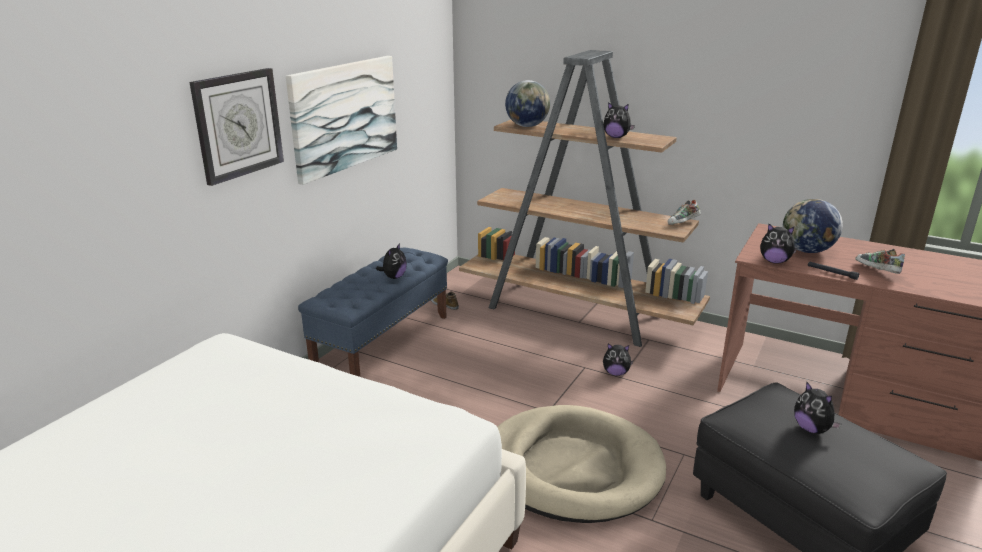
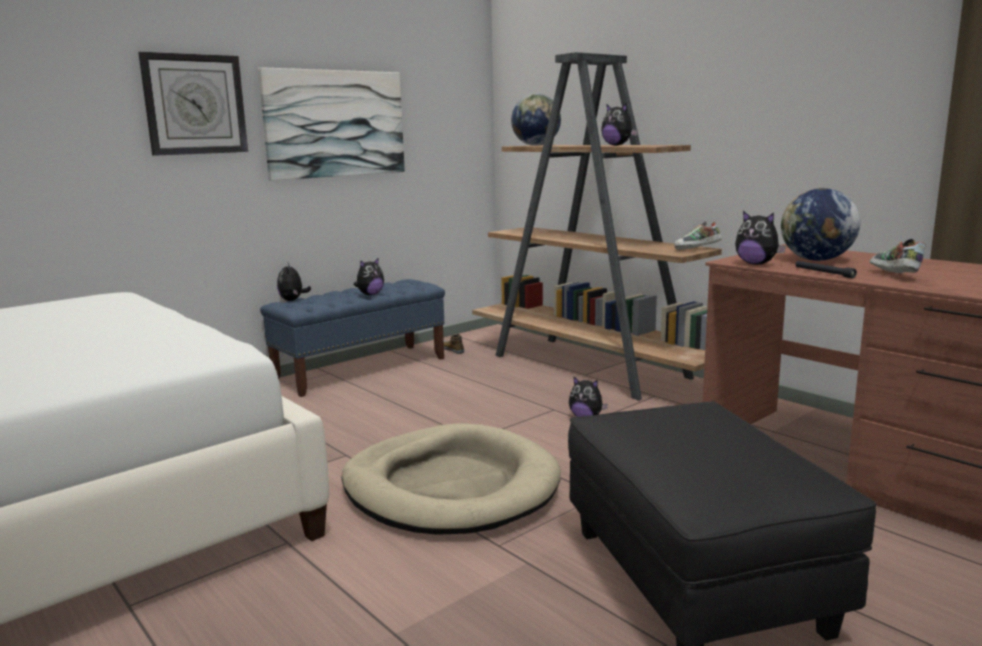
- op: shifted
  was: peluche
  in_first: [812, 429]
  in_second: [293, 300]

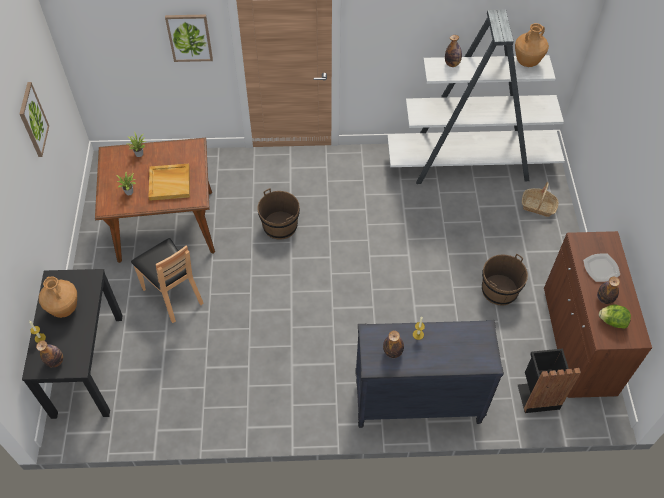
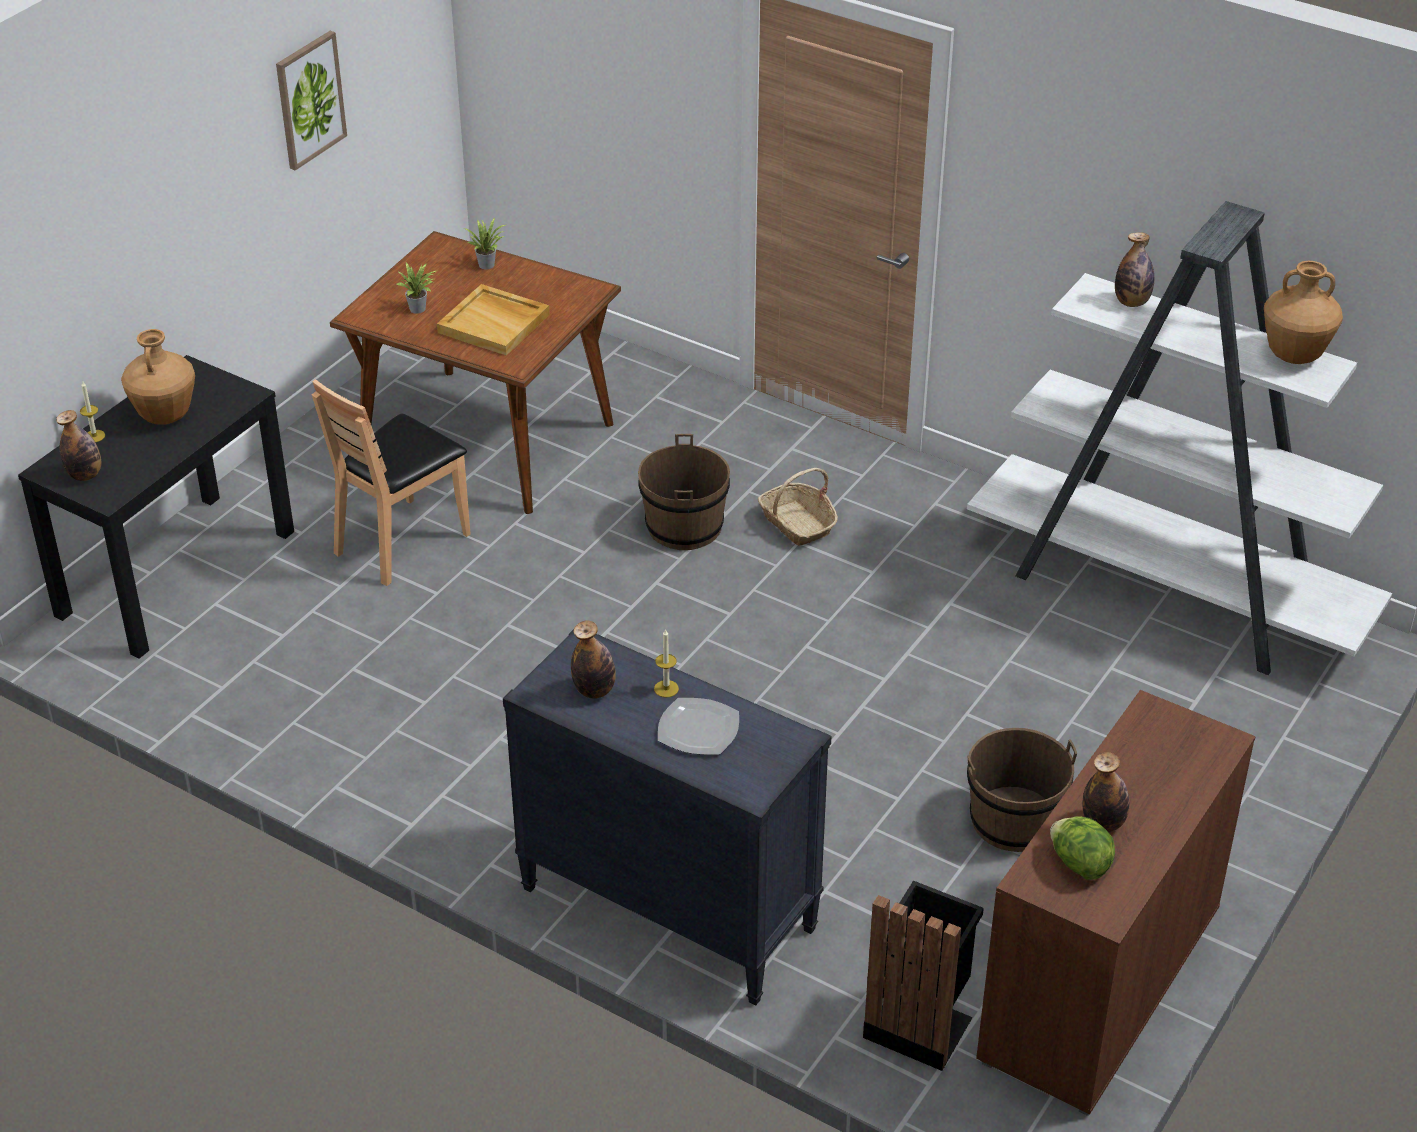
- op: gone
  was: cuadro
  in_first: [189, 37]
- op: shifted
  was: cesta
  in_first: [538, 206]
  in_second: [797, 523]
- op: rotated
  was: silla/marrón
  in_first: [173, 295]
  in_second: [402, 542]
  clockwise: 45
- op: shifted
  was: plato
  in_first: [601, 268]
  in_second: [699, 730]

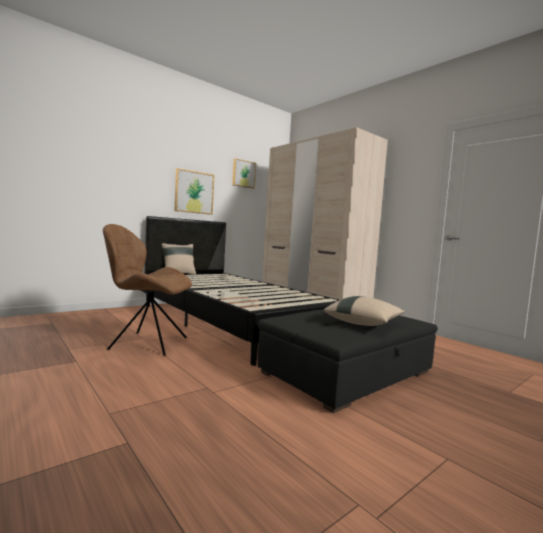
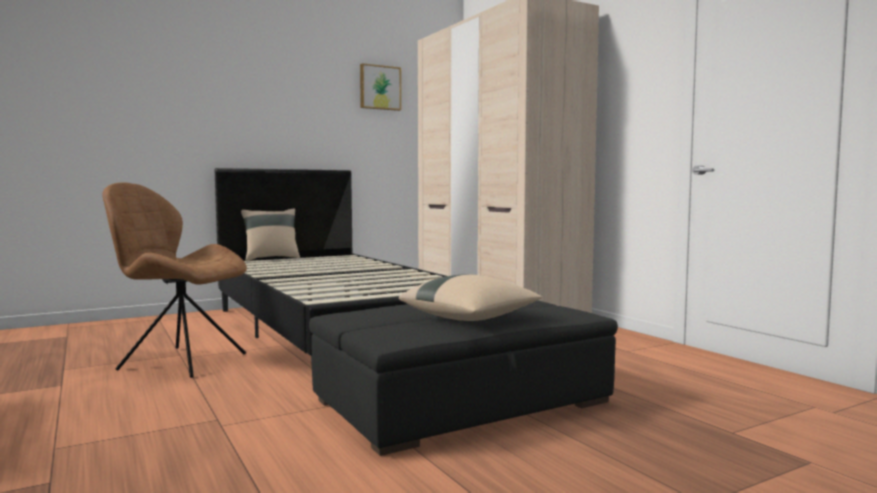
- op: gone
  was: cuadro
  in_first: [194, 192]

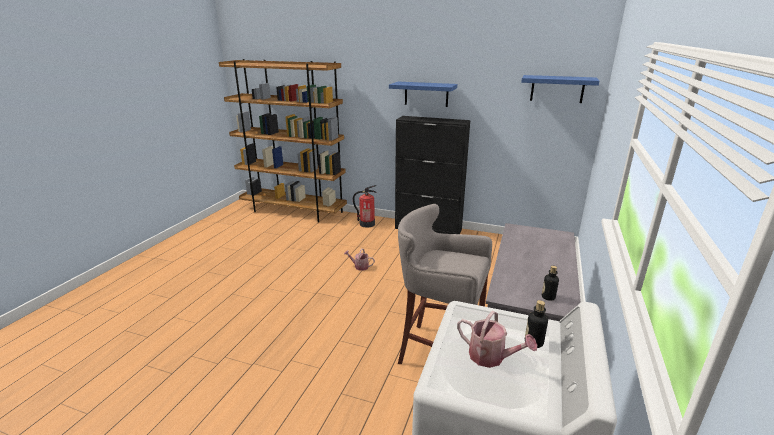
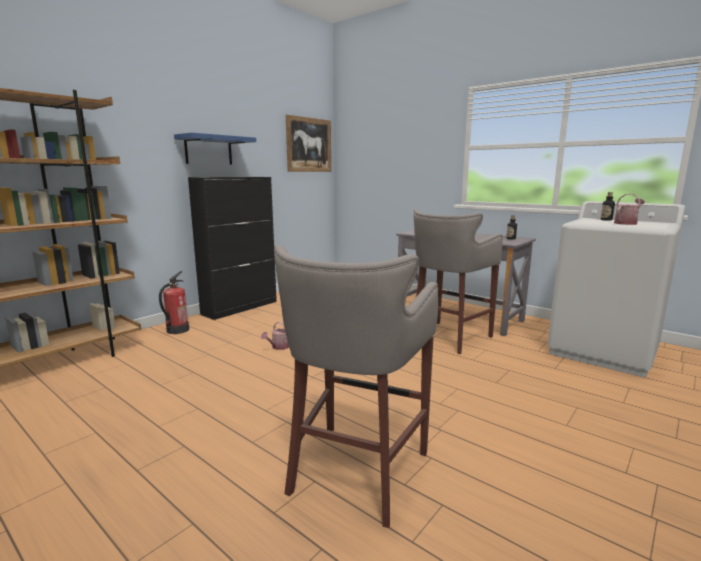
- op: swapped
  was: estante/azul
  now: cuadro
  in_first: [557, 89]
  in_second: [309, 145]
- op: new
  now: taburete/gris
  in_second: [356, 473]

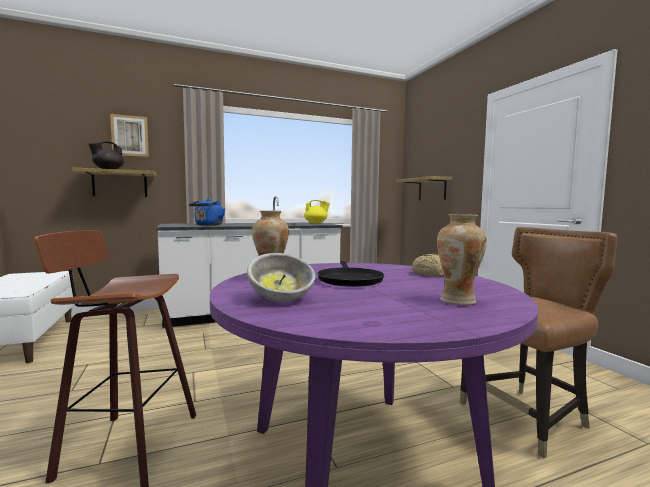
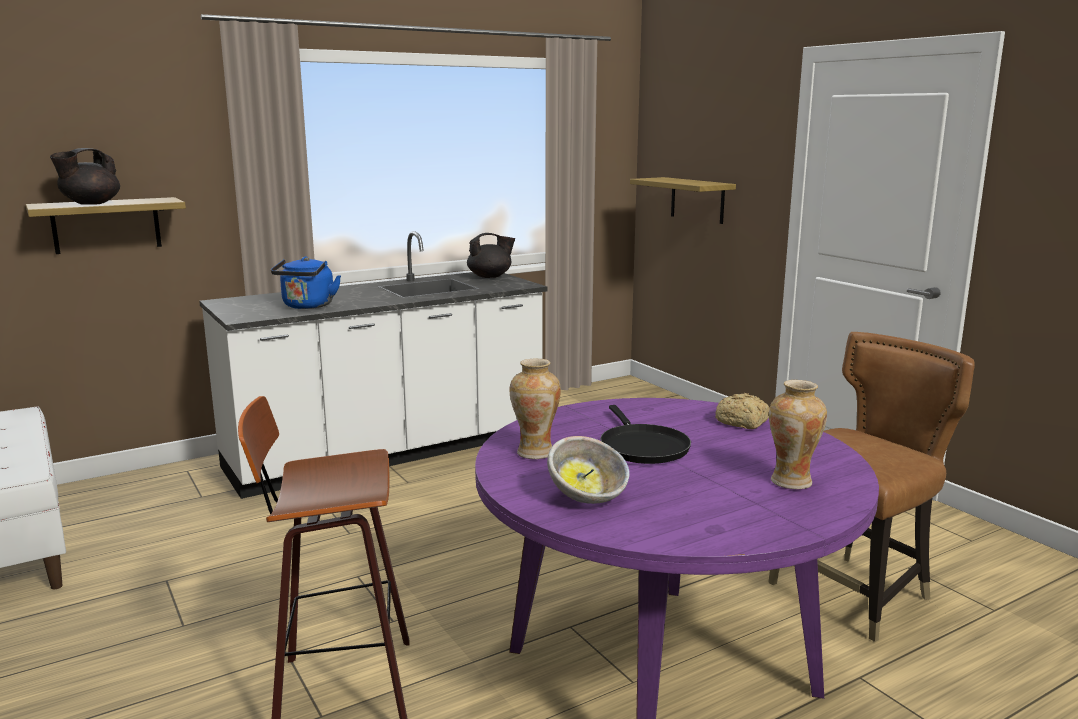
- op: gone
  was: cuadro
  in_first: [130, 136]
- op: repainted
  was: tetera/amarillo
  now: tetera/negro
  in_first: [316, 223]
  in_second: [490, 276]

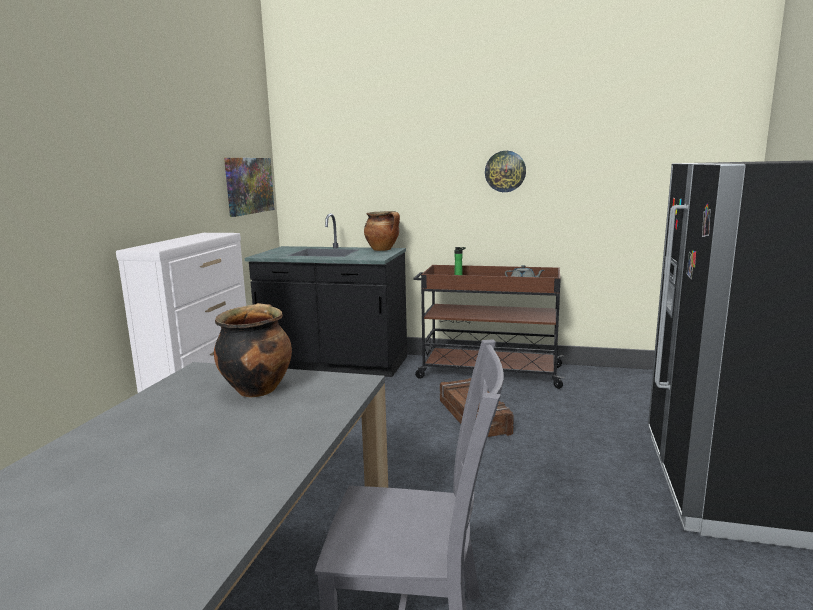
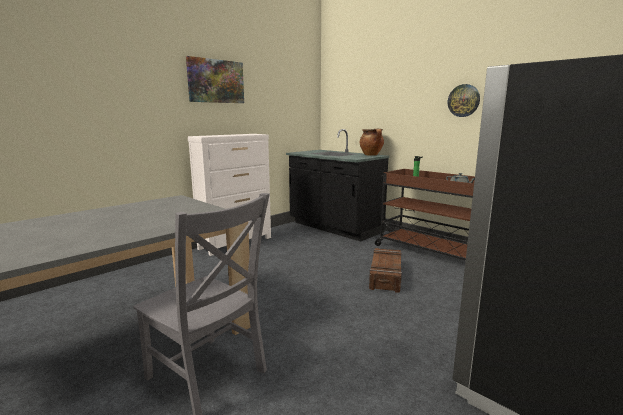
- op: shifted
  was: cuadro
  in_first: [249, 185]
  in_second: [216, 81]
- op: gone
  was: olla
  in_first: [257, 389]

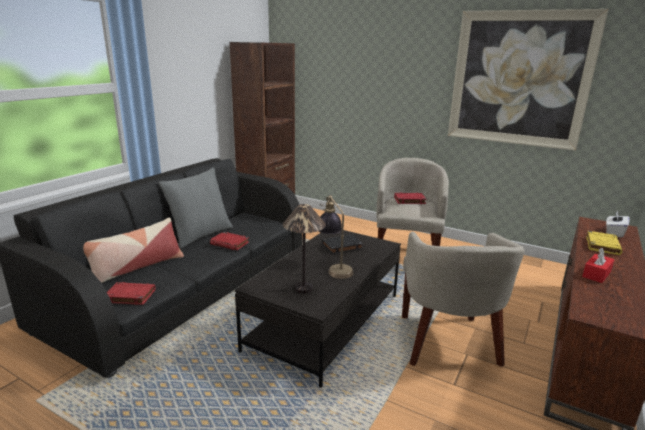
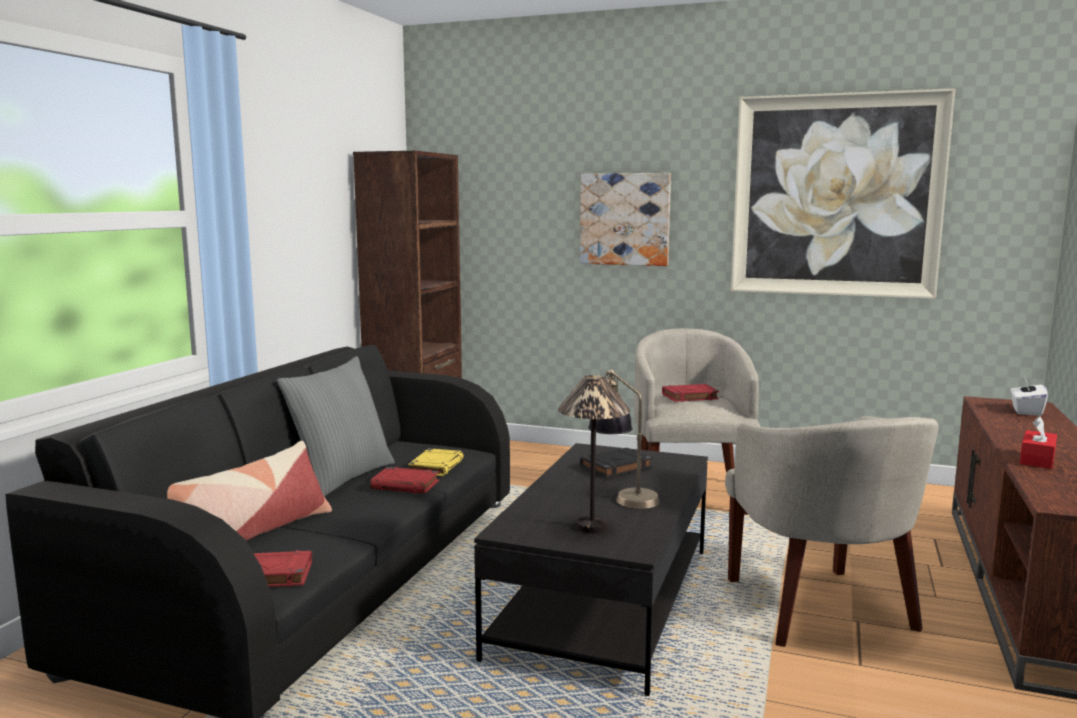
- op: shifted
  was: libro/amarillo
  in_first: [602, 245]
  in_second: [436, 466]
- op: new
  now: cuadro
  in_second: [625, 219]

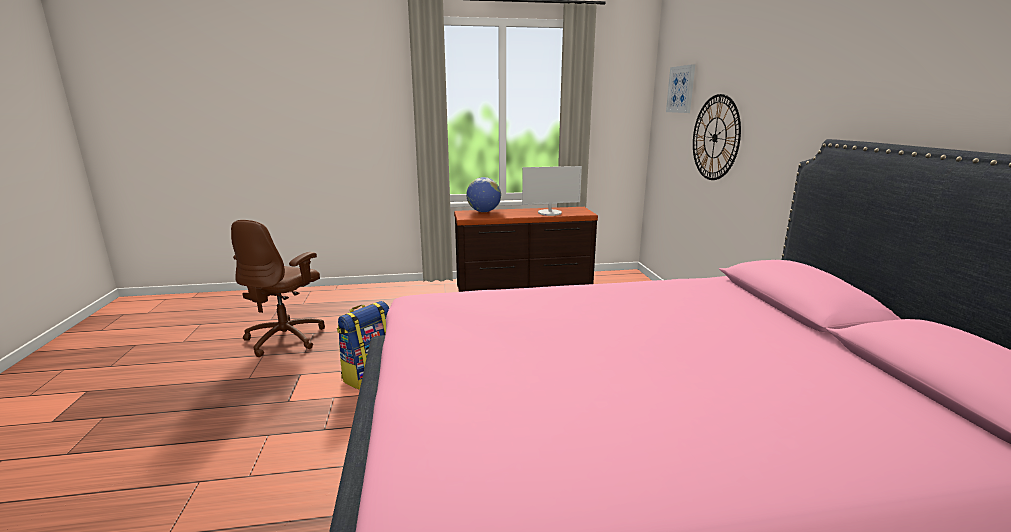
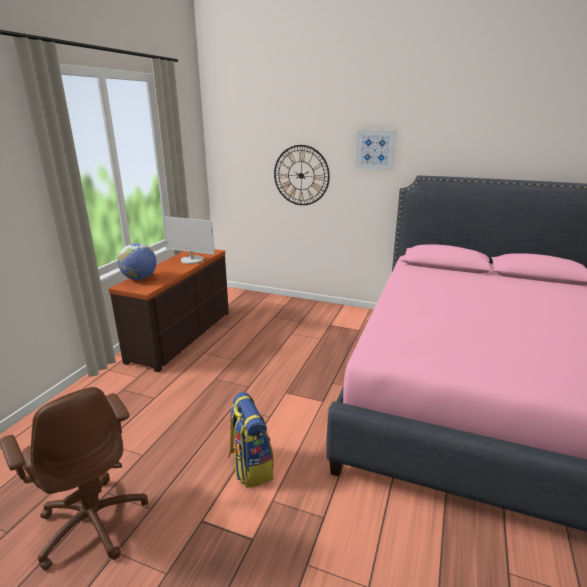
- op: shifted
  was: cuadro
  in_first: [681, 89]
  in_second: [375, 149]
- op: rotated
  was: monitor
  in_first: [550, 213]
  in_second: [192, 260]
  clockwise: 90

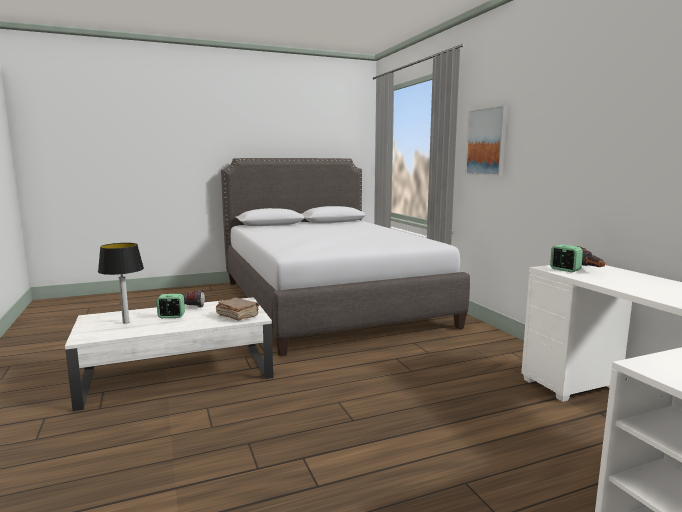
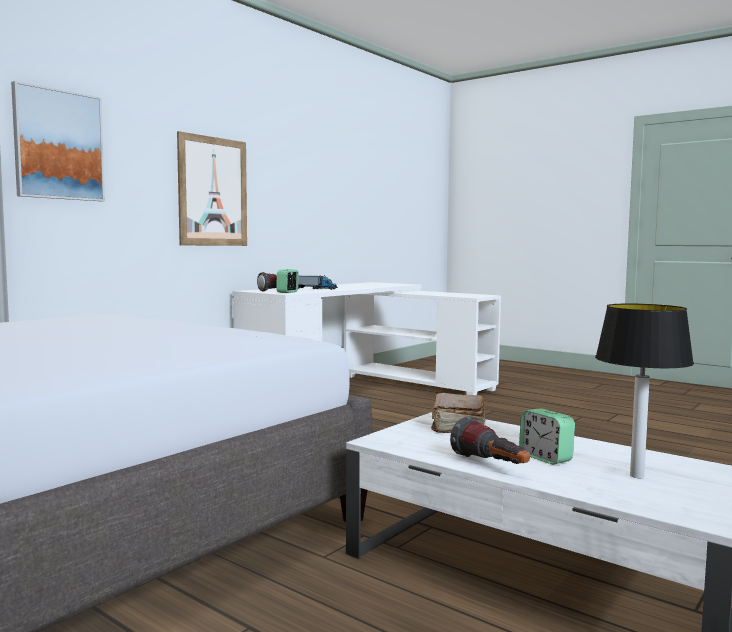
- op: new
  now: cuadro
  in_second: [213, 192]
- op: new
  now: camión de juguete
  in_second: [314, 288]

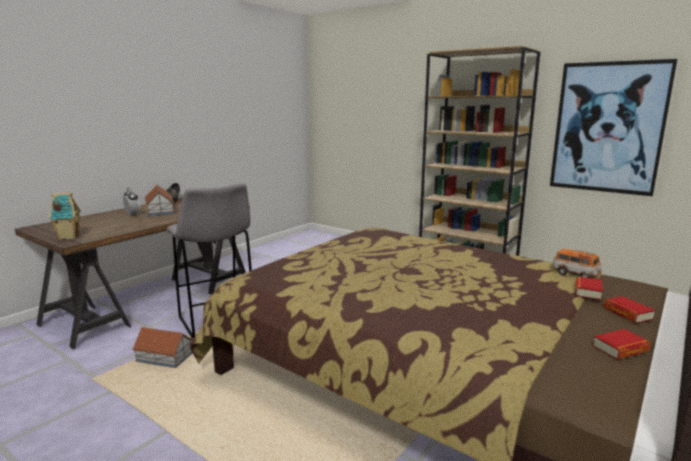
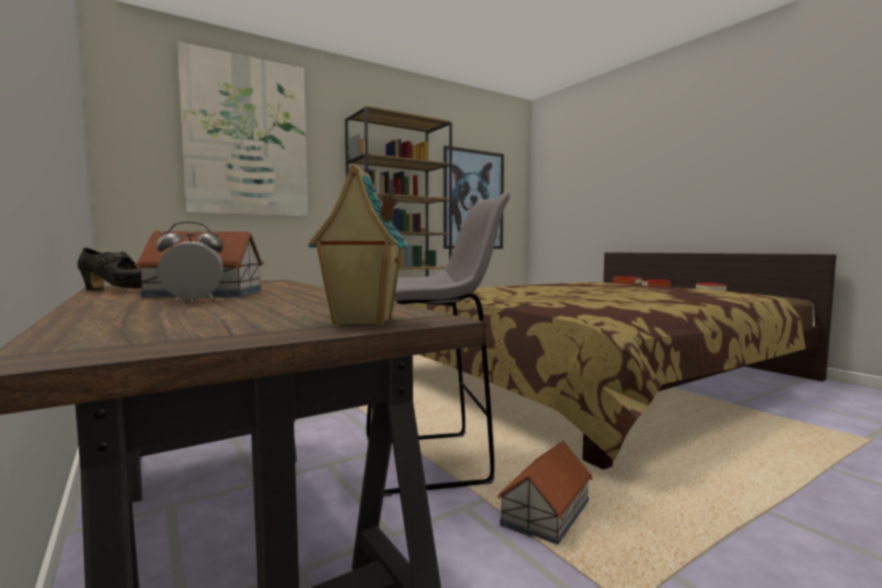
- op: gone
  was: coche de juguete
  in_first: [574, 274]
- op: new
  now: cuadro
  in_second: [247, 137]

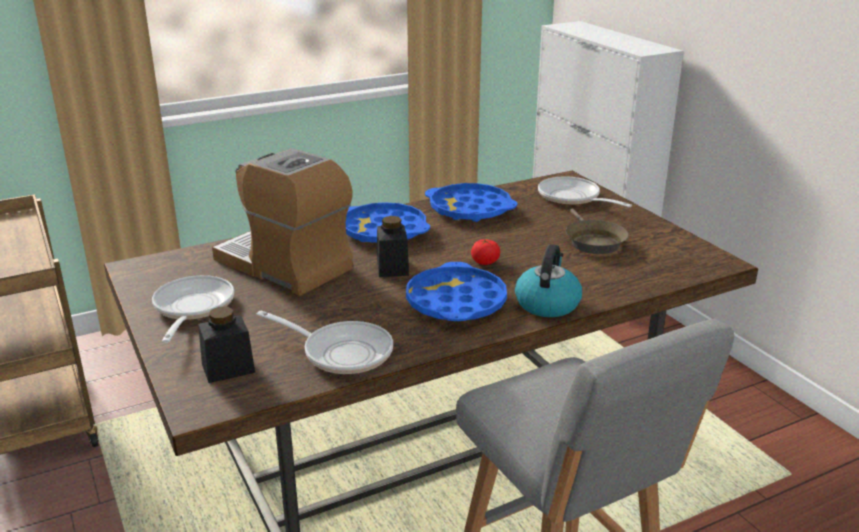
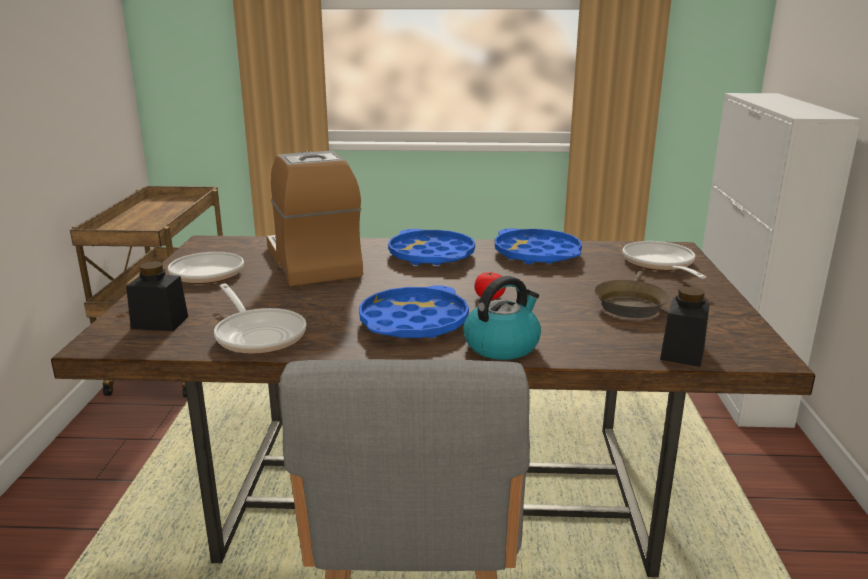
- op: shifted
  was: tarro/negro
  in_first: [392, 267]
  in_second: [682, 353]

